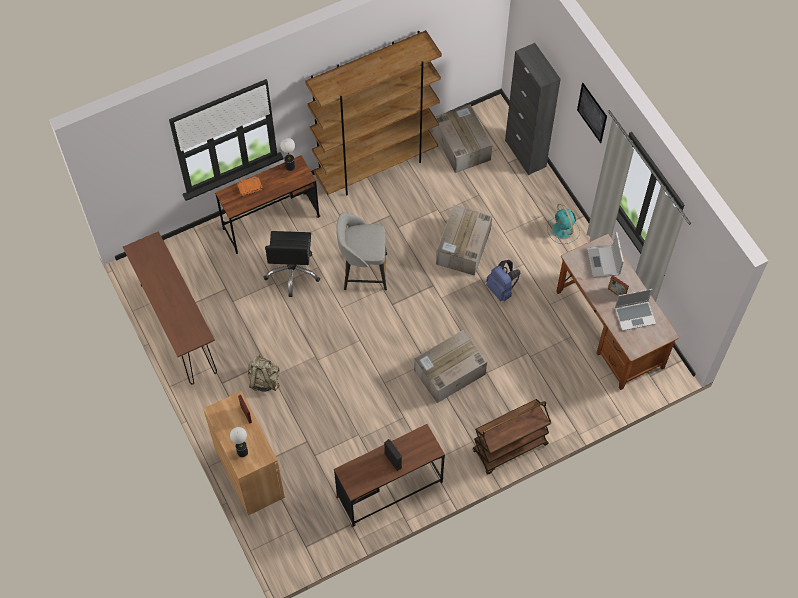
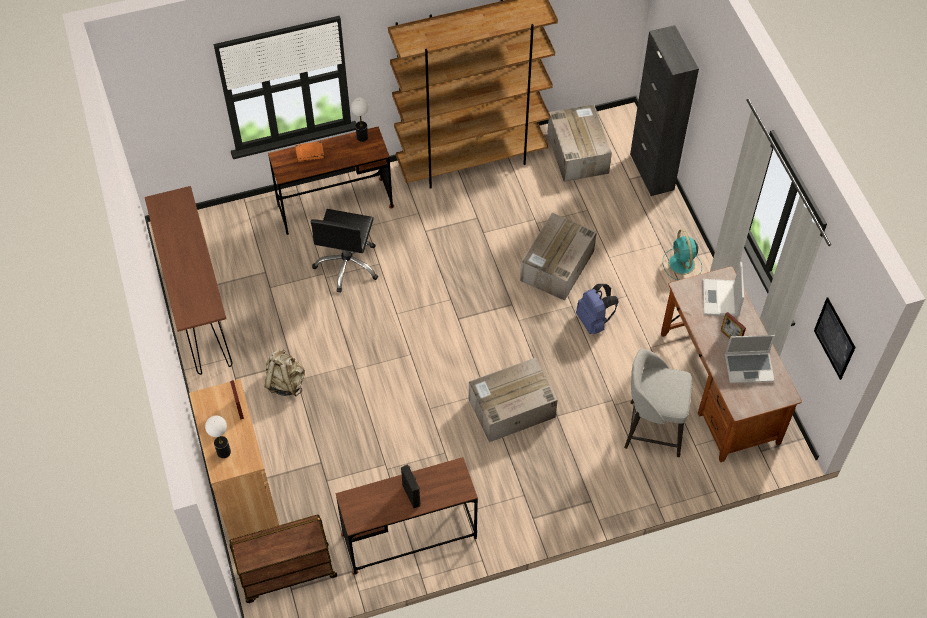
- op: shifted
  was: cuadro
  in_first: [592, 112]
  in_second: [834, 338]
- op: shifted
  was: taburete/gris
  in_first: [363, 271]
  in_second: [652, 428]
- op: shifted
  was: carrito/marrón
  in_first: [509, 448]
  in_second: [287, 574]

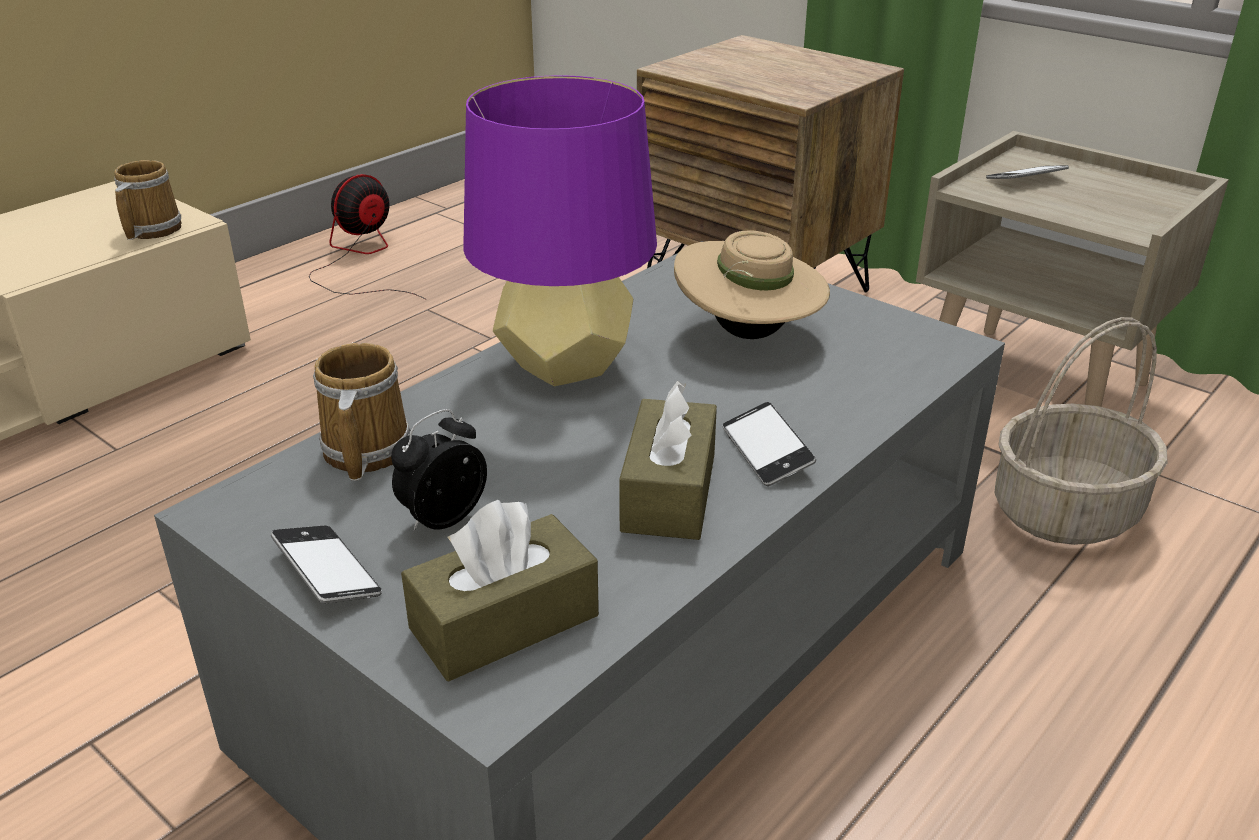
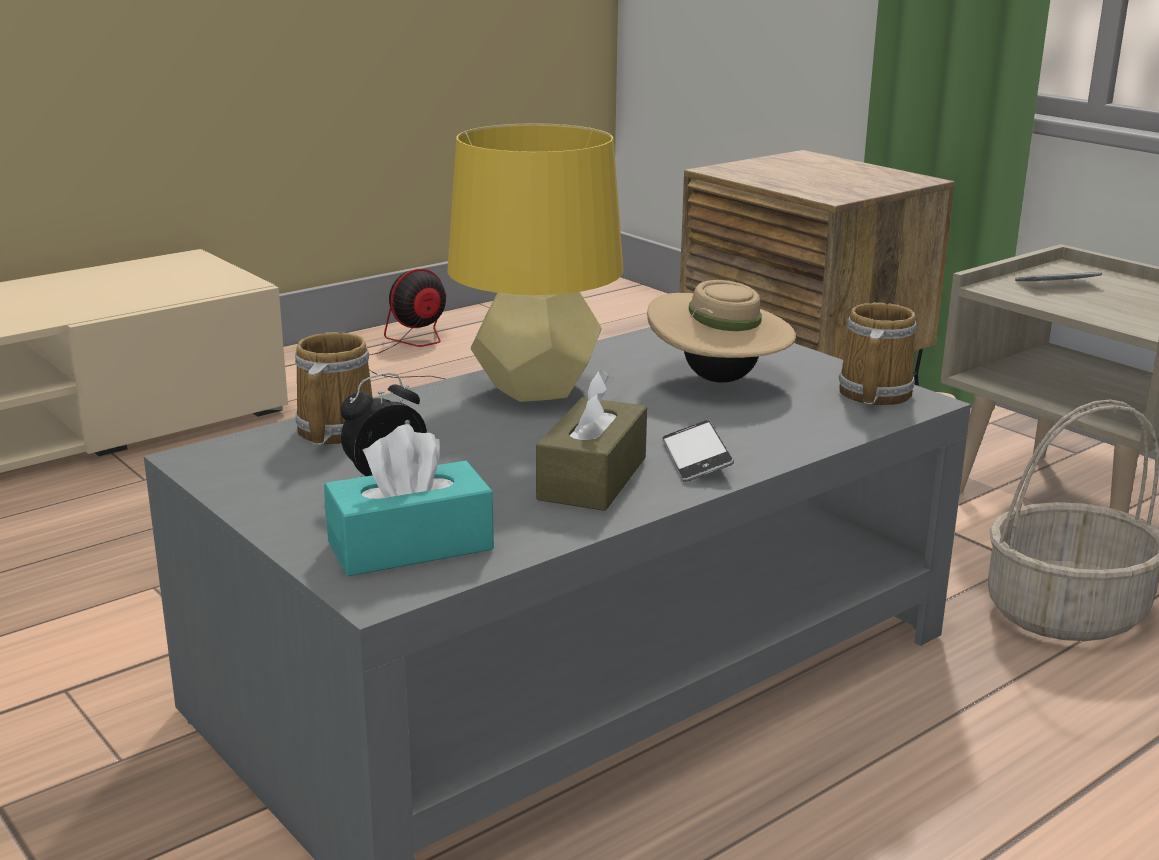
- op: repainted
  was: lámpara de mesa/morado
  now: lámpara de mesa/amarillo
  in_first: [564, 365]
  in_second: [535, 388]
- op: shifted
  was: taza grande
  in_first: [149, 230]
  in_second: [871, 394]
- op: repainted
  was: caja de pañuelos/marrón
  now: caja de pañuelos/turquesa
  in_first: [504, 622]
  in_second: [410, 546]
- op: gone
  was: móvil
  in_first: [327, 573]

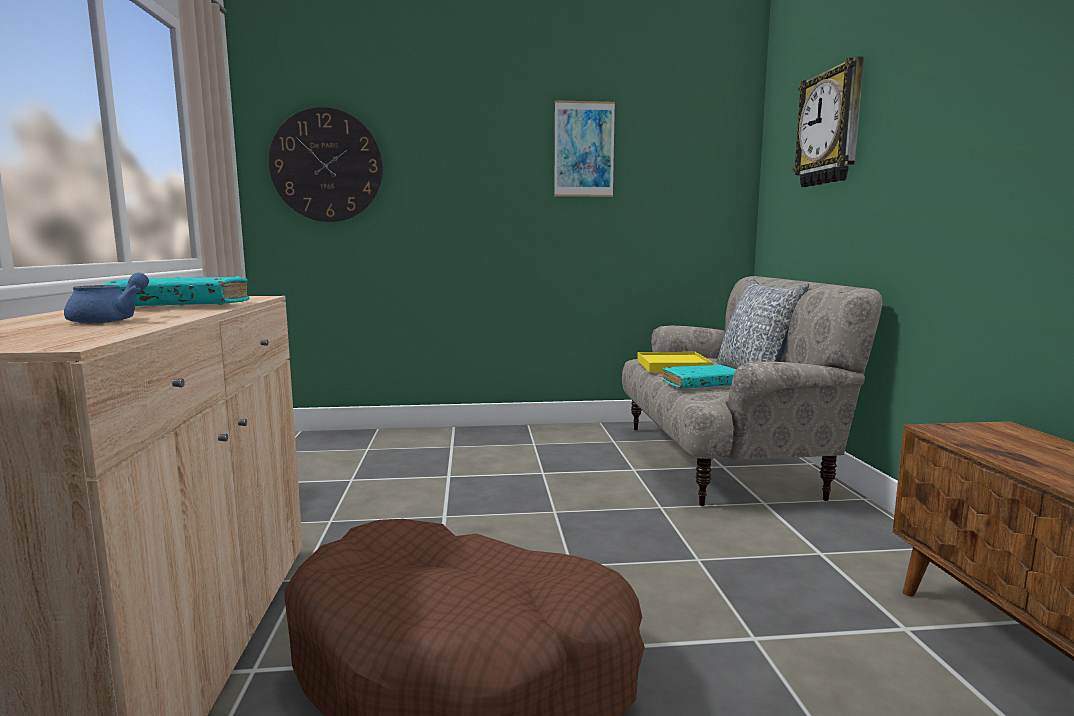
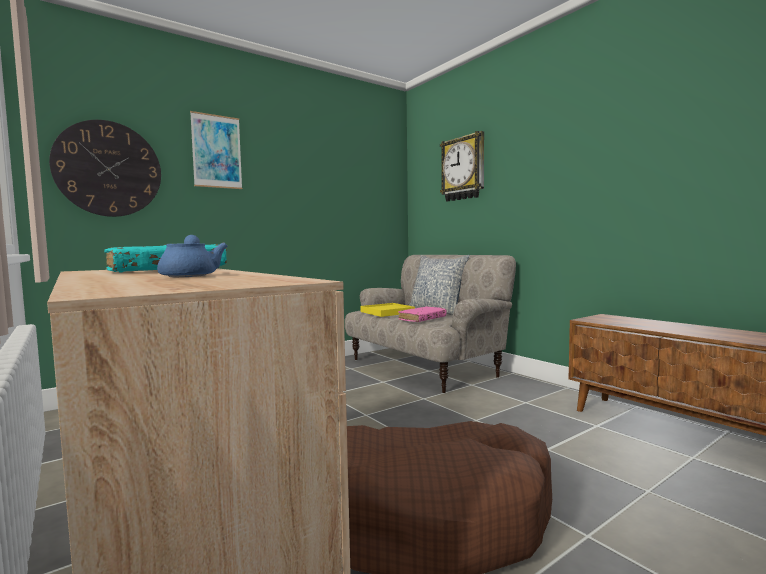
- op: shifted
  was: cuadro
  in_first: [584, 149]
  in_second: [216, 151]
- op: repainted
  was: libro/turquesa
  now: libro/rosa
  in_first: [701, 385]
  in_second: [422, 319]

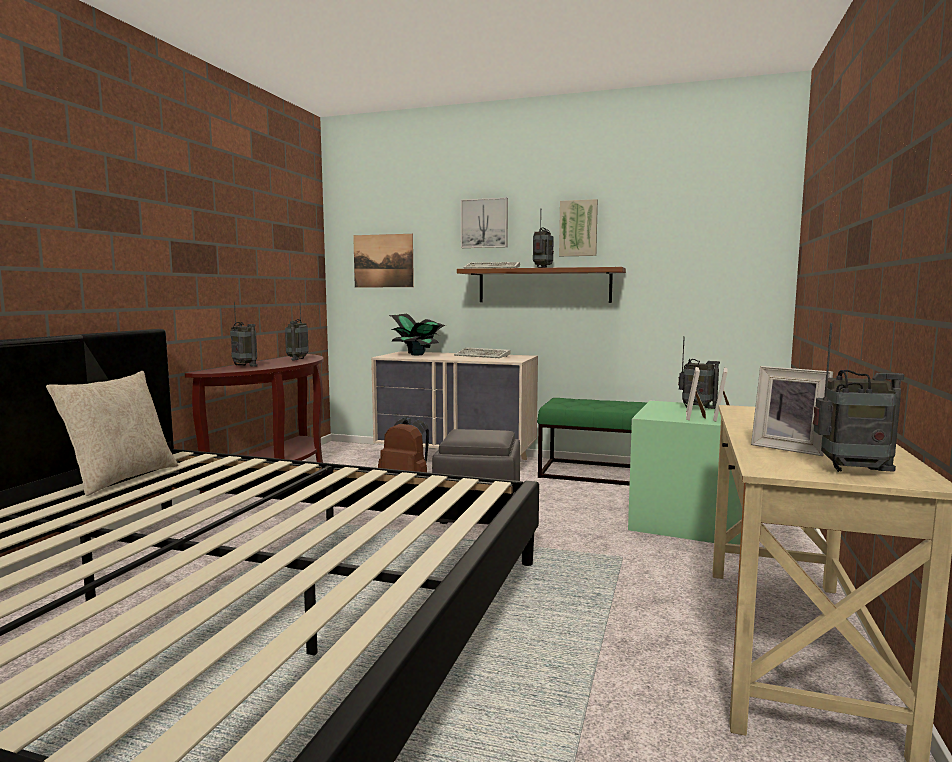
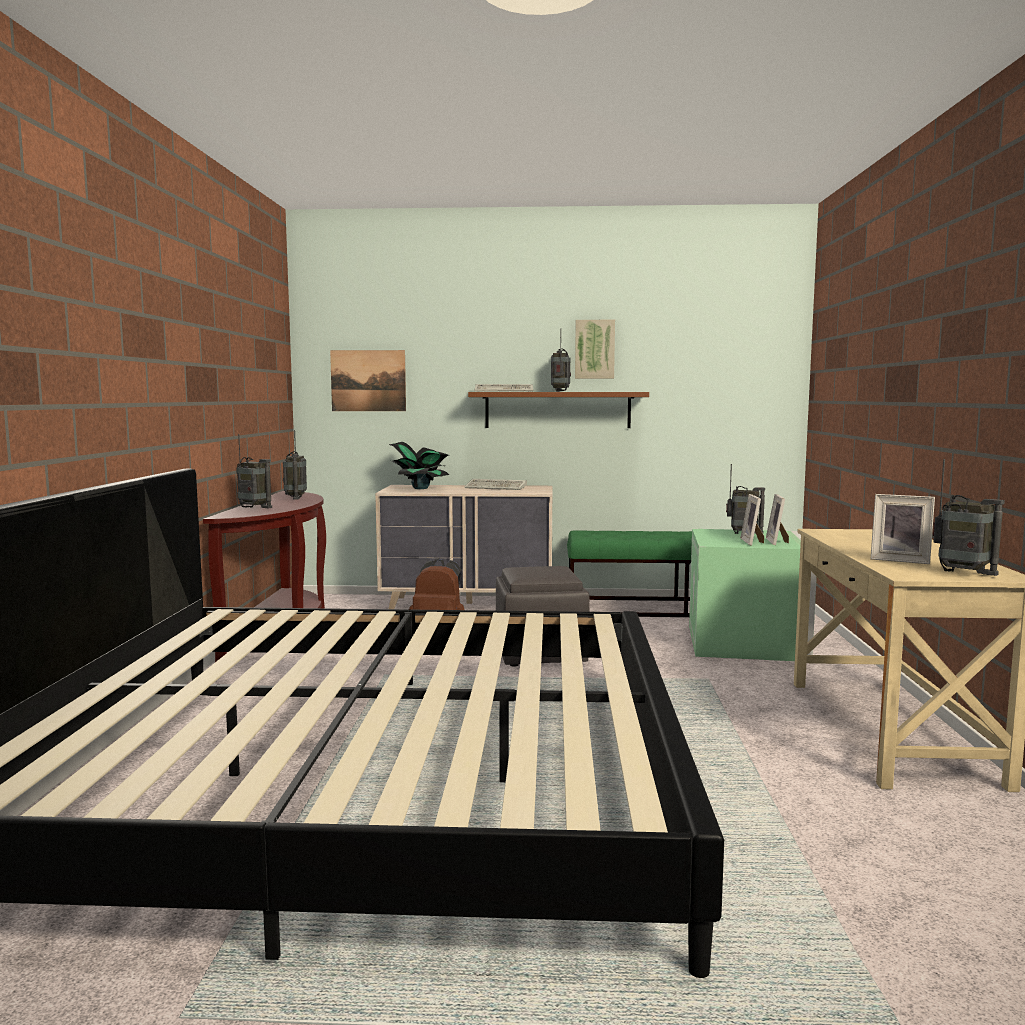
- op: gone
  was: cuadro
  in_first: [485, 223]
- op: rotated
  was: radio
  in_first: [853, 471]
  in_second: [962, 573]
  clockwise: 45
- op: gone
  was: cojín/beis
  in_first: [121, 478]

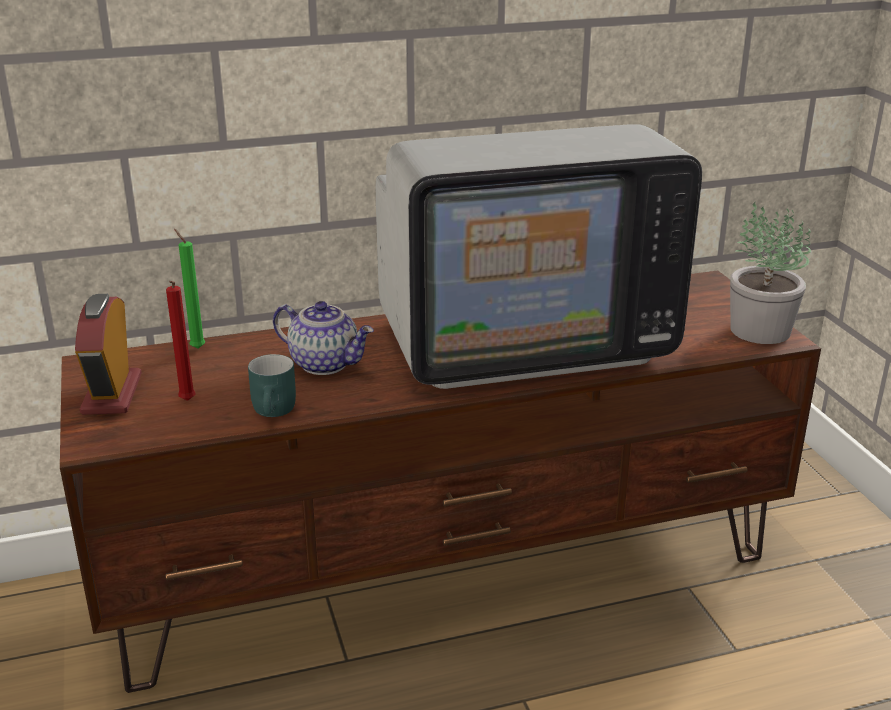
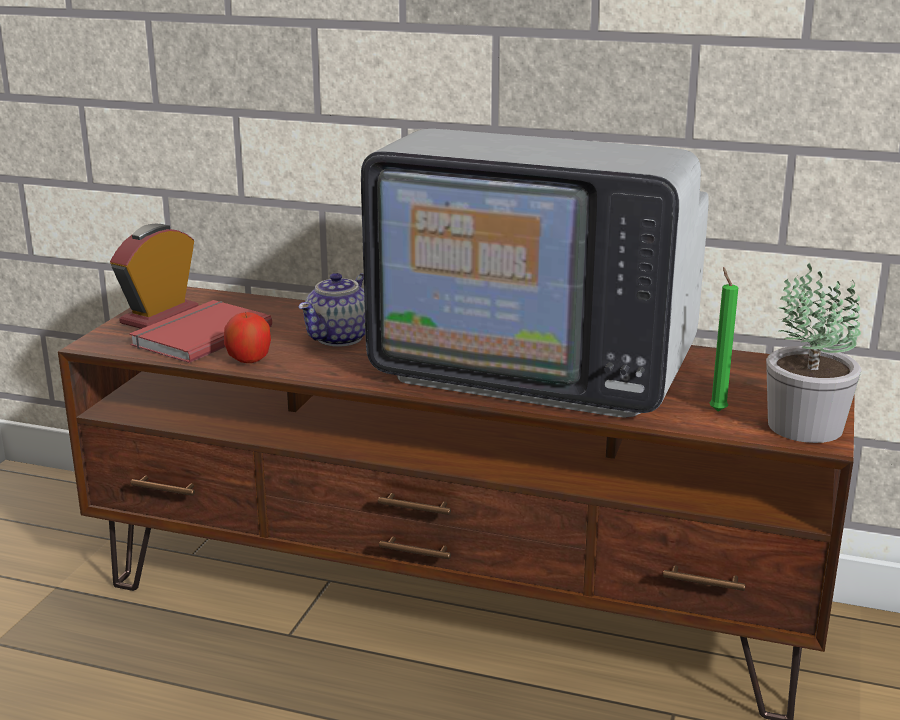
- op: shifted
  was: vela/verde
  in_first: [196, 348]
  in_second: [716, 410]
- op: swapped
  was: vela/rojo
  now: libro/rojo
  in_first: [187, 402]
  in_second: [199, 335]
- op: rotated
  was: tetera
  in_first: [326, 363]
  in_second: [340, 338]
  clockwise: 60
- op: swapped
  was: taza grande/turquesa
  now: manzana
  in_first: [276, 411]
  in_second: [249, 360]

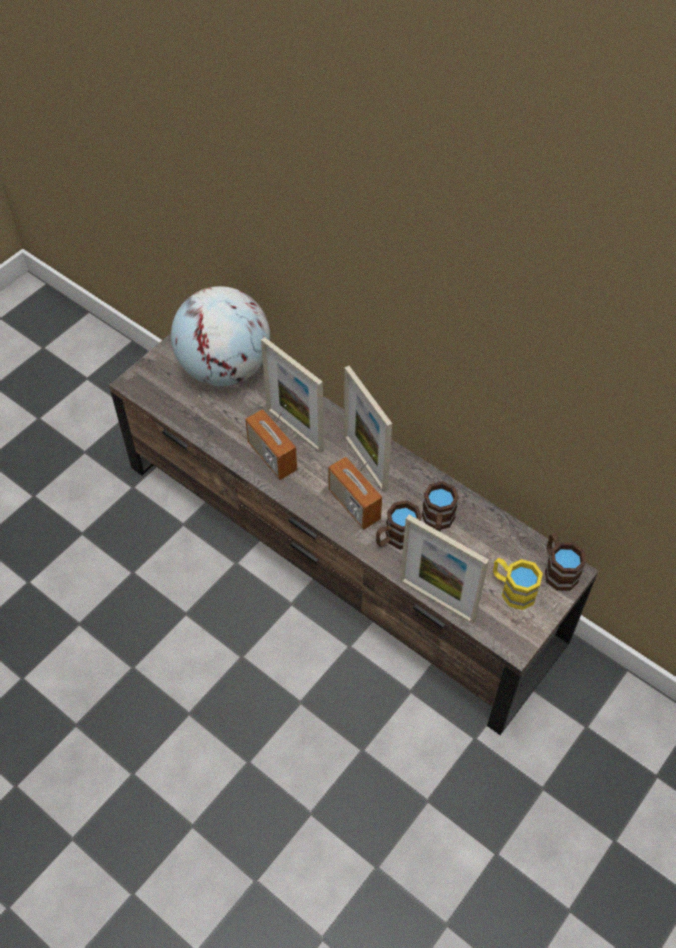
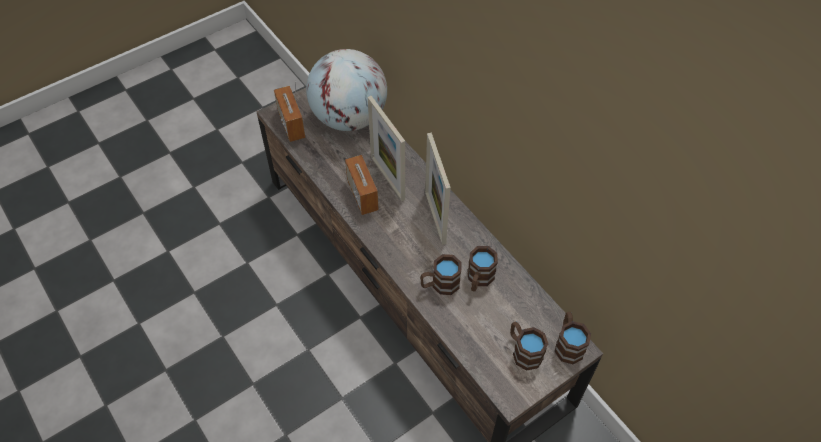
- op: shifted
  was: radio
  in_first: [354, 505]
  in_second: [291, 124]
- op: gone
  was: portarretratos
  in_first: [437, 600]
- op: repainted
  was: taza grande/amarillo
  now: taza grande/marrón
  in_first: [512, 589]
  in_second: [523, 351]

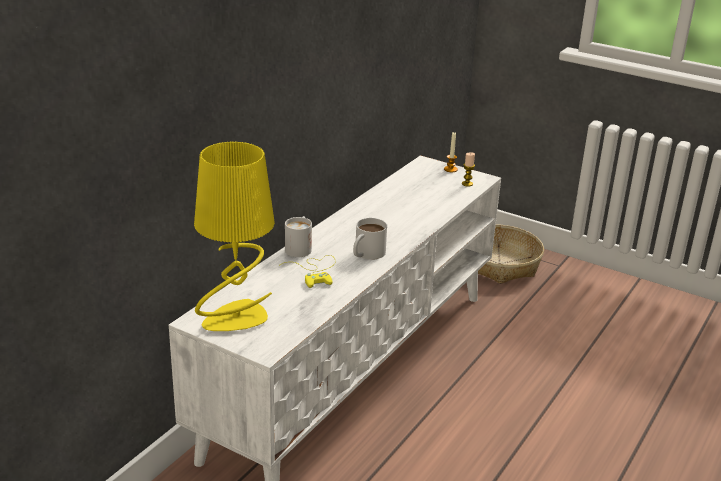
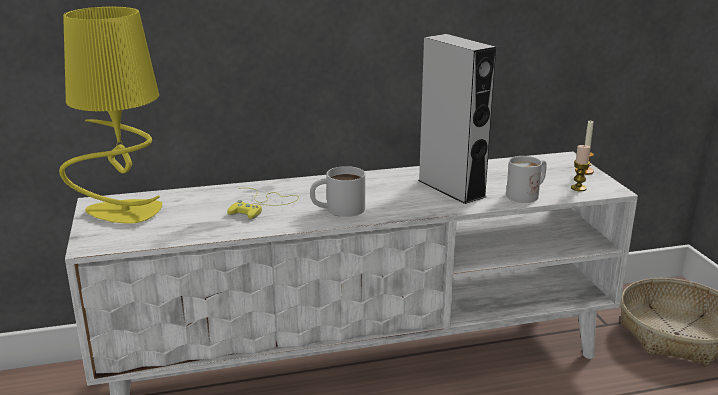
- op: shifted
  was: taza grande/blanco
  in_first: [299, 247]
  in_second: [527, 194]
- op: new
  now: altavoz/gris
  in_second: [451, 188]

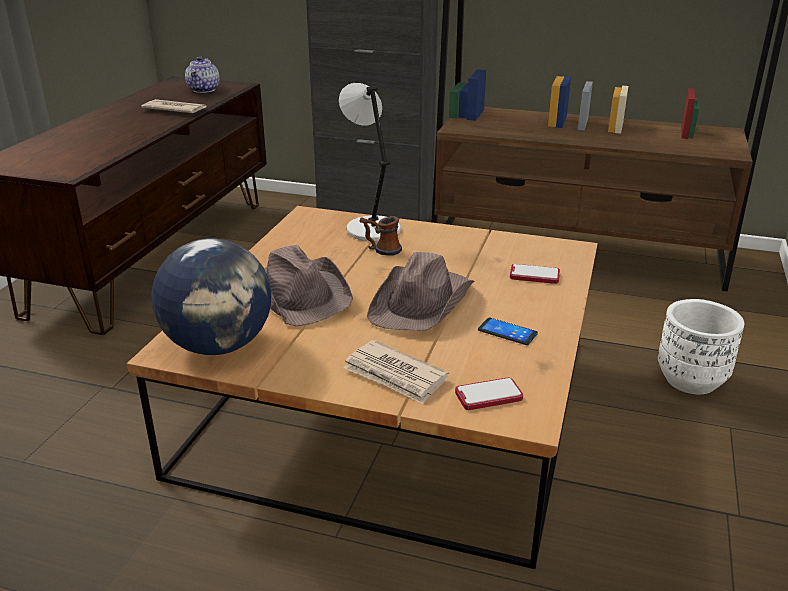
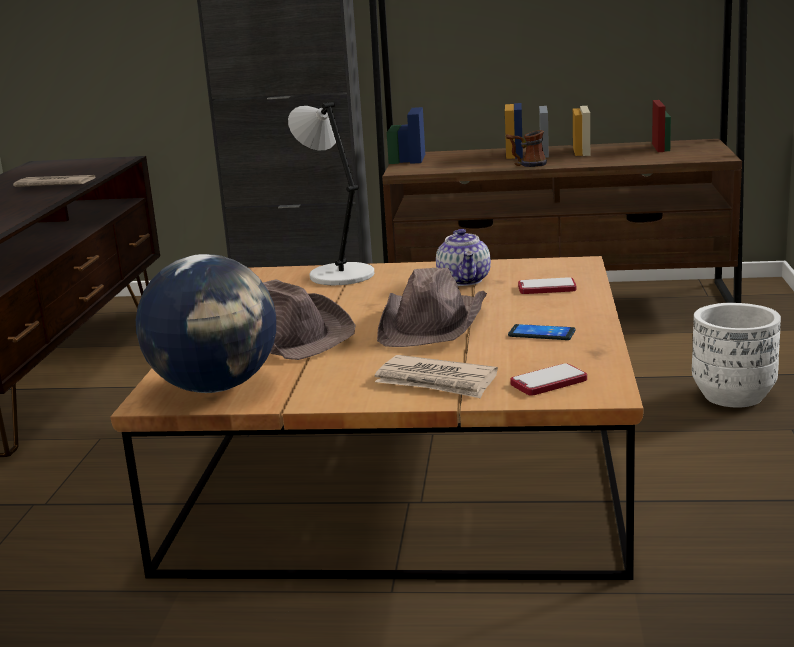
- op: shifted
  was: tetera
  in_first: [204, 90]
  in_second: [465, 280]
- op: shifted
  was: taza grande
  in_first: [381, 250]
  in_second: [526, 165]

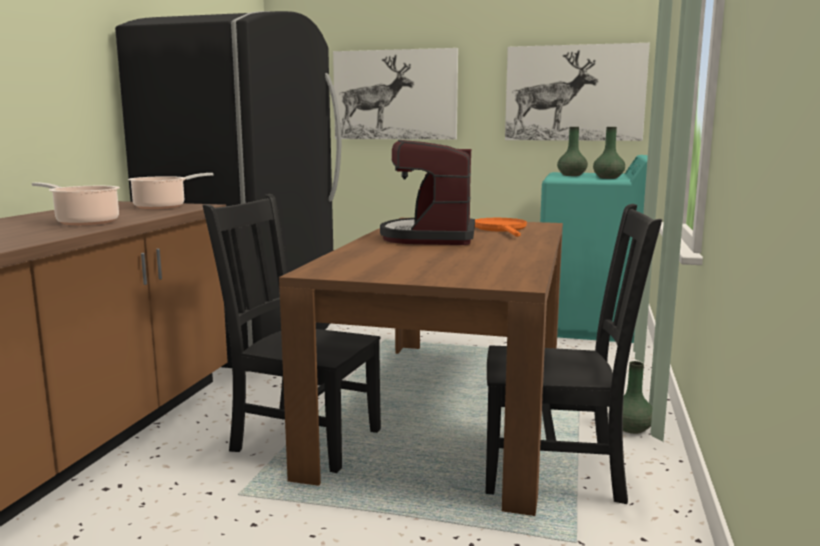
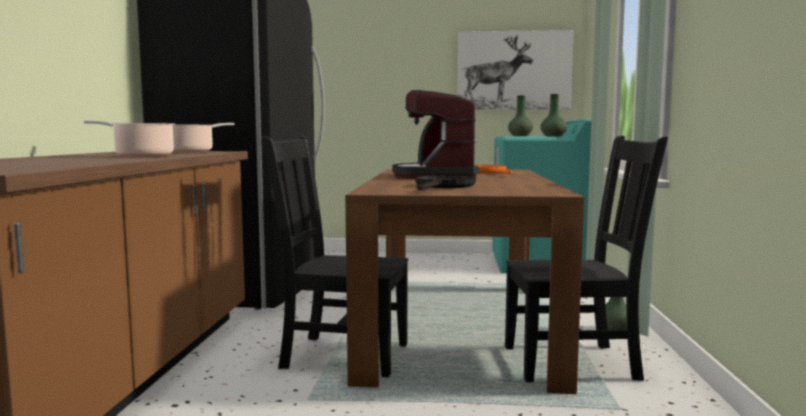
- op: gone
  was: cuadro
  in_first: [395, 95]
- op: new
  now: sartén/negro
  in_second: [443, 186]

